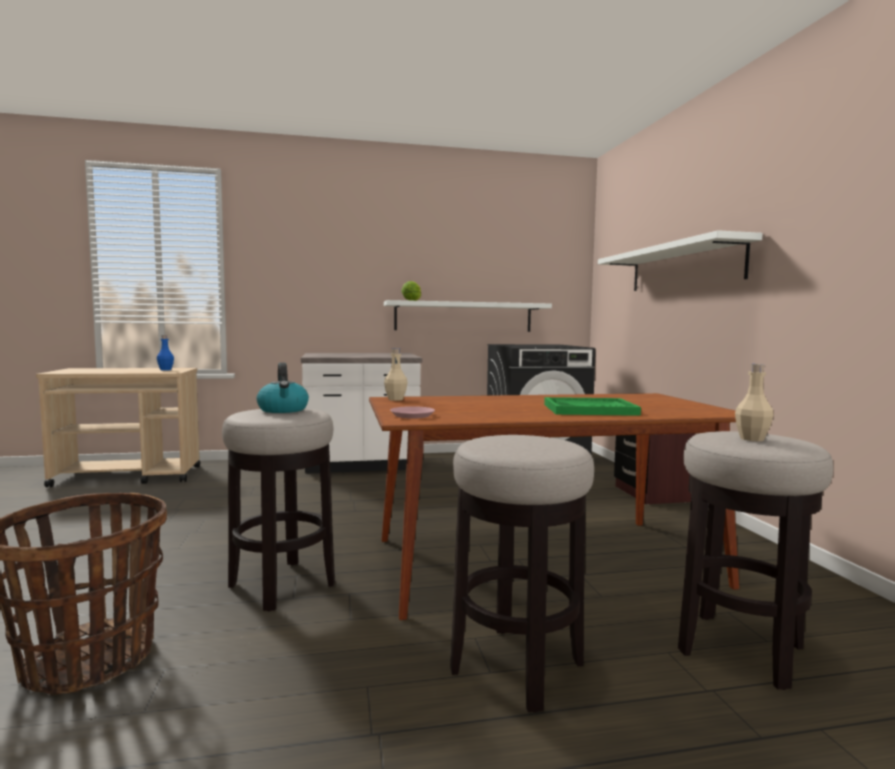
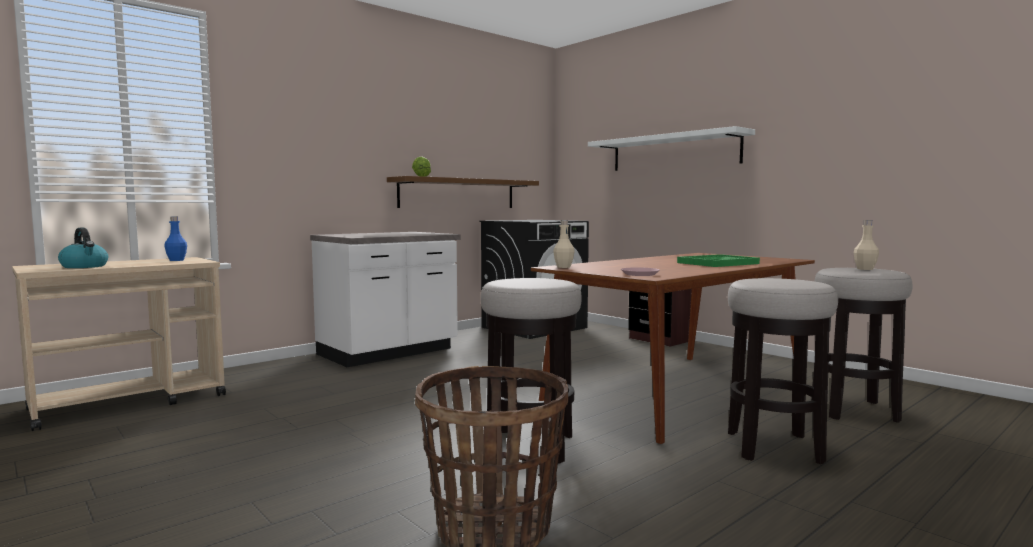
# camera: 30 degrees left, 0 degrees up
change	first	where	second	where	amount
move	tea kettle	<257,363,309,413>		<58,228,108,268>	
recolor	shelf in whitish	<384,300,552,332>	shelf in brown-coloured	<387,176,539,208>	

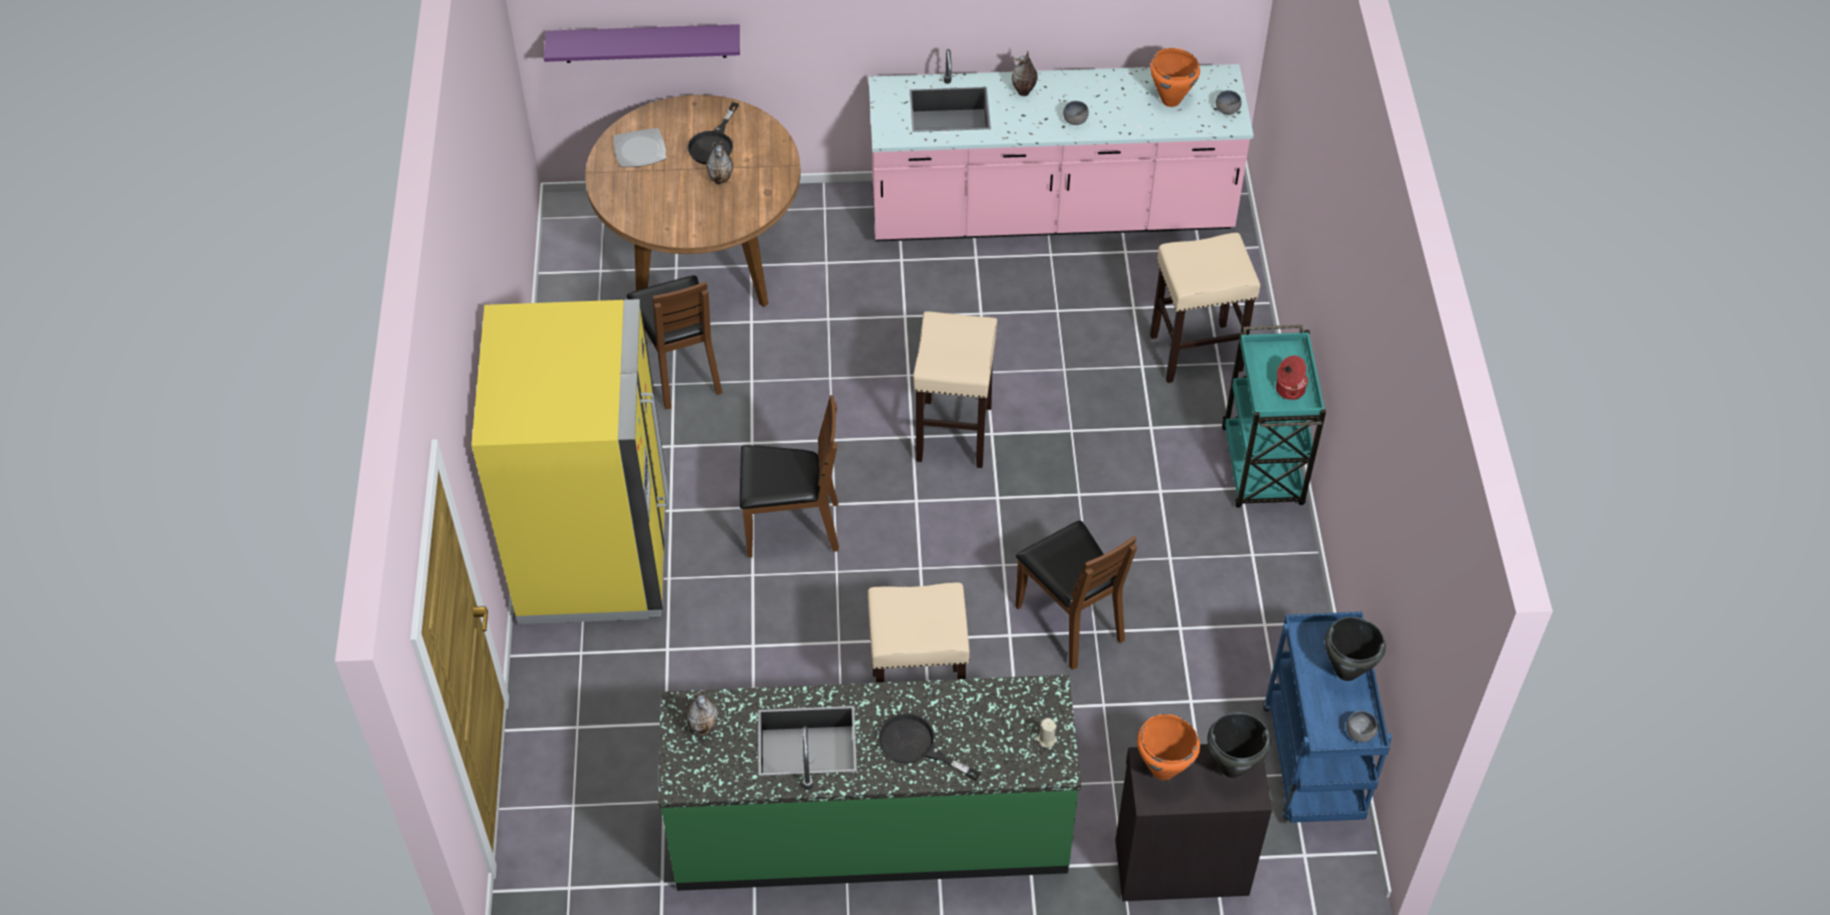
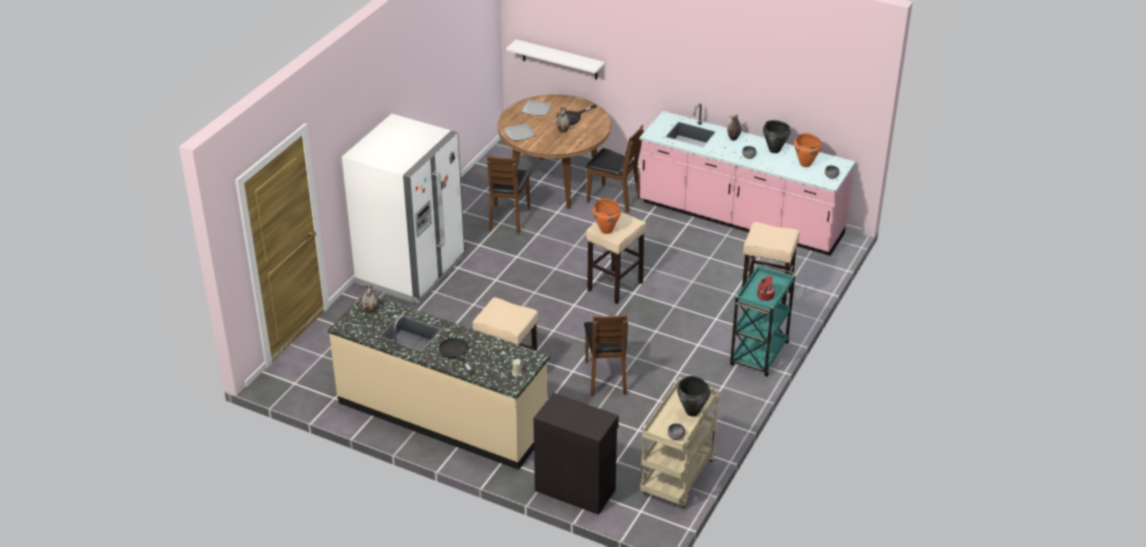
# camera: 30 degrees right, 15 degrees down
change	first	where	second	where	amount
recolor	kitchen counter in green-coloured	<658,675,1081,891>	kitchen counter in sand-coloured	<328,294,550,470>	
recolor	kitchen fridge in yellow	<471,299,669,624>	kitchen fridge in whitish	<342,114,465,303>	
insert			plate	<504,124,535,141>	
recolor	shelf in purple-coloured	<544,24,740,63>	shelf in whitish	<506,39,605,80>	
move	upright chair in brown-coloured	<740,395,839,558>		<586,125,644,213>	
move	saucepot in orange	<1137,714,1200,780>		<593,198,621,234>	
recolor	cart in bluish	<1263,612,1392,823>	cart in sand-coloured	<640,377,719,508>	
move	saucepot in blackish	<1207,712,1271,778>		<763,120,791,153>	

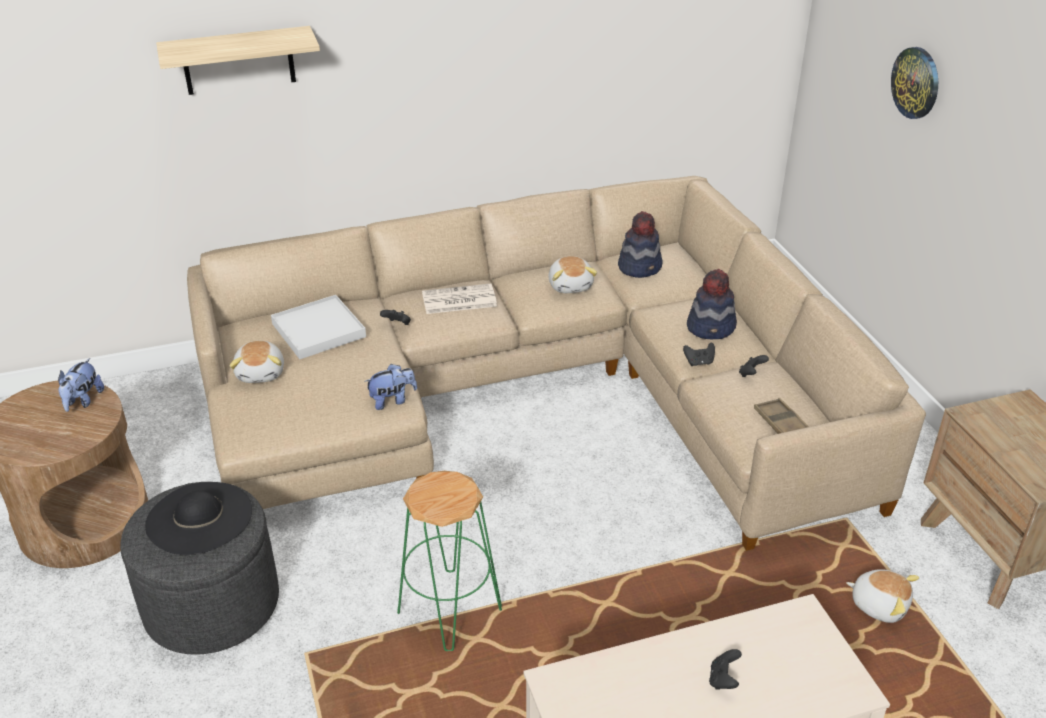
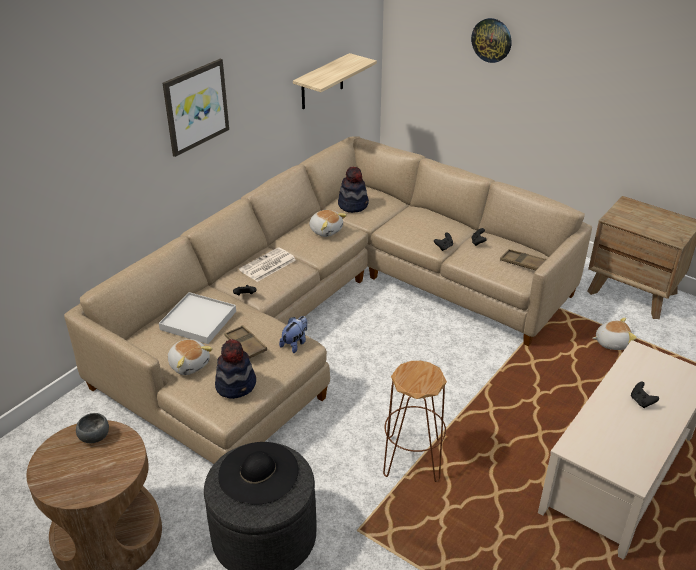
# camera: 35 degrees left, 0 degrees up
change	first	where	second	where	amount
replace	soft toy	<58,358,104,412>	deep dish in grey	<76,413,109,443>	
insert			picture	<162,59,229,157>	
move	wearable hat	<687,269,737,340>		<215,339,256,399>	
insert			tray in brown-coloured	<224,325,267,358>	
move	shelf	<156,26,320,95>		<293,53,377,109>	
recolor	stool in green-coloured	<397,471,502,651>	stool in brown-coloured	<383,361,447,482>	

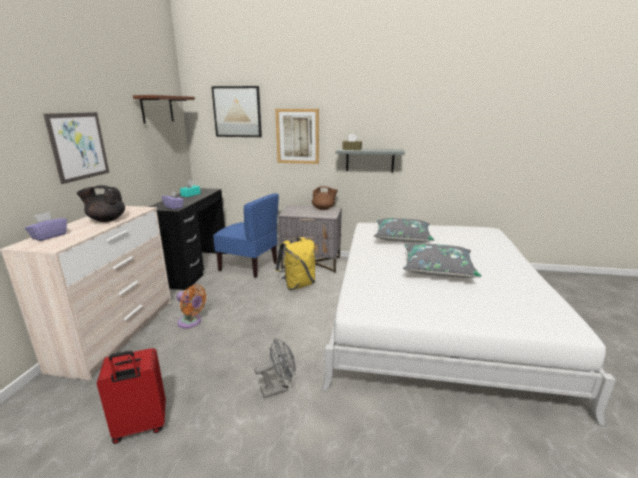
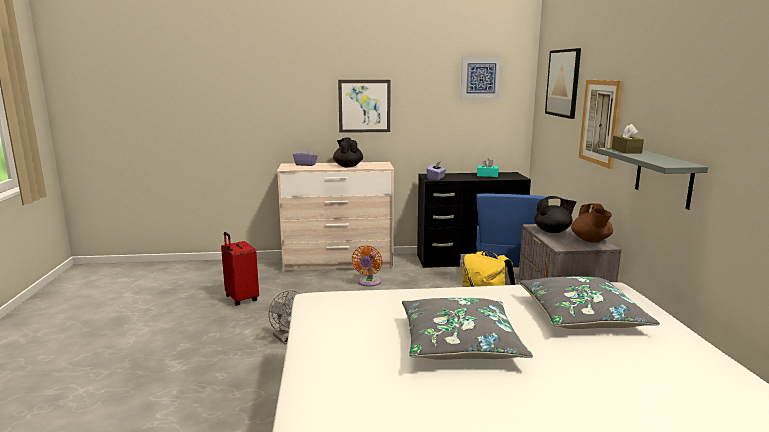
# camera: 75 degrees right, 5 degrees down
change	first	where	second	where	amount
replace	shelf in brown-coloured	<133,95,195,124>	picture	<460,57,502,99>	
insert			tea pot in blackish	<534,196,576,233>	

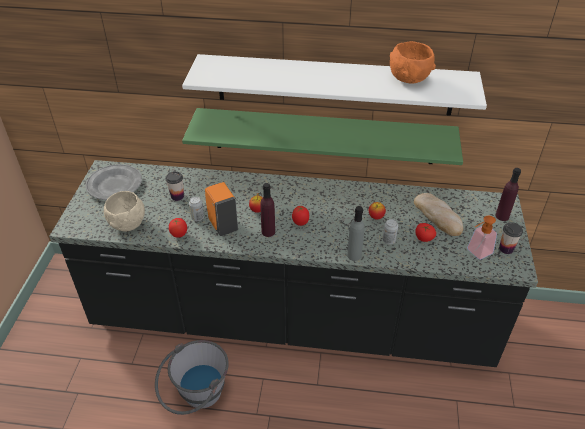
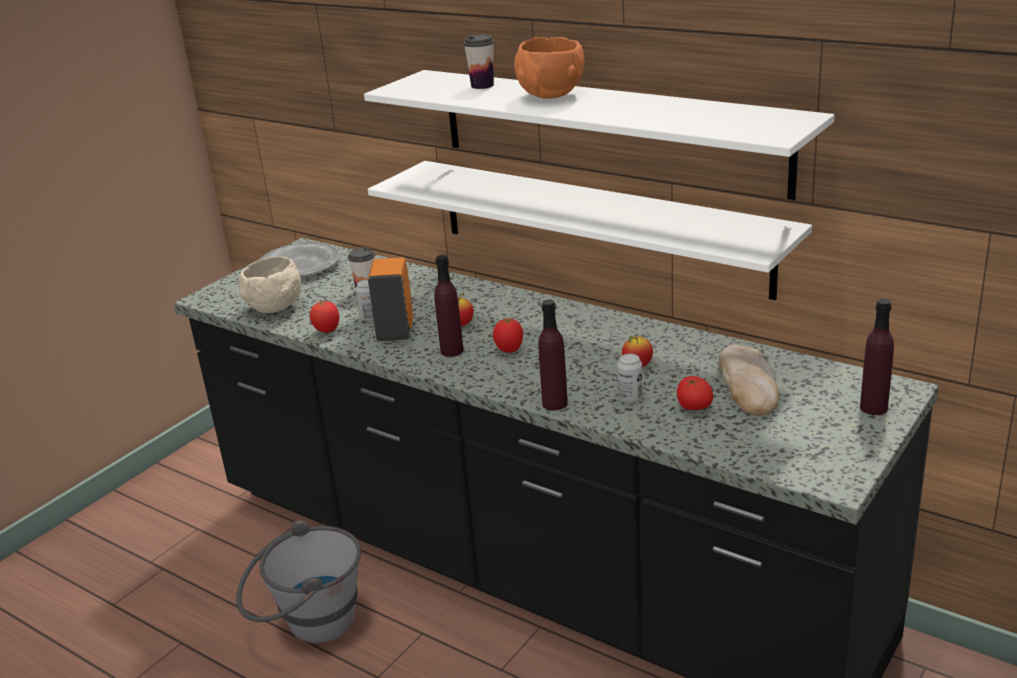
# camera: 30 degrees right, 15 degrees down
change	first	where	second	where	amount
recolor	shelf in green-coloured	<182,108,463,165>	shelf in whitish	<368,161,812,300>	
move	small cup	<499,222,523,254>		<463,34,494,89>	
move	deep dish in orange	<390,41,436,84>		<514,37,585,99>	
recolor	bottle in grey	<347,206,365,261>	bottle in purple-coloured	<538,299,568,411>	
delete	soap dispenser	<467,216,497,260>			

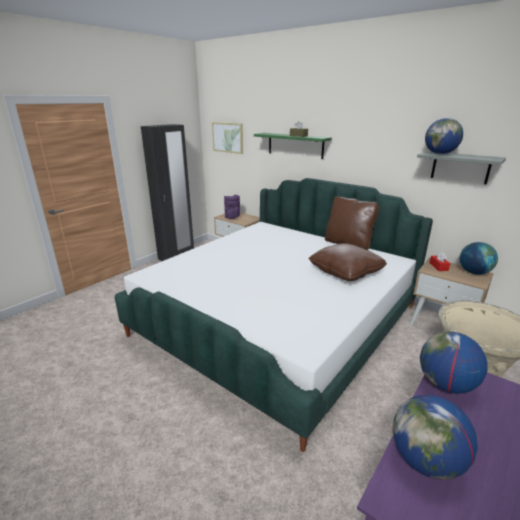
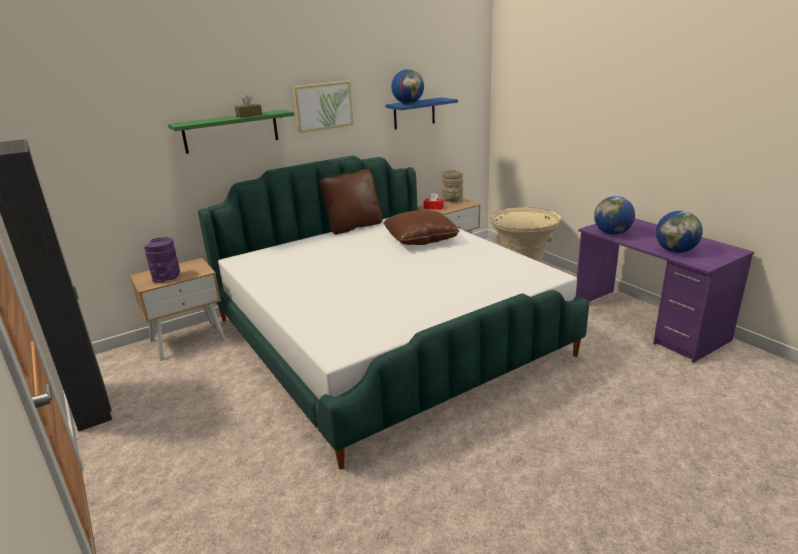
# camera: 70 degrees left, 0 degrees up
change	first	where	second	where	amount
move	picture	<212,122,243,154>		<293,81,354,133>	
recolor	shelf in grey	<417,151,506,184>	shelf in bluish	<386,97,458,129>	
replace	desk globe	<460,242,498,275>	vase in sand-coloured	<442,170,463,202>	

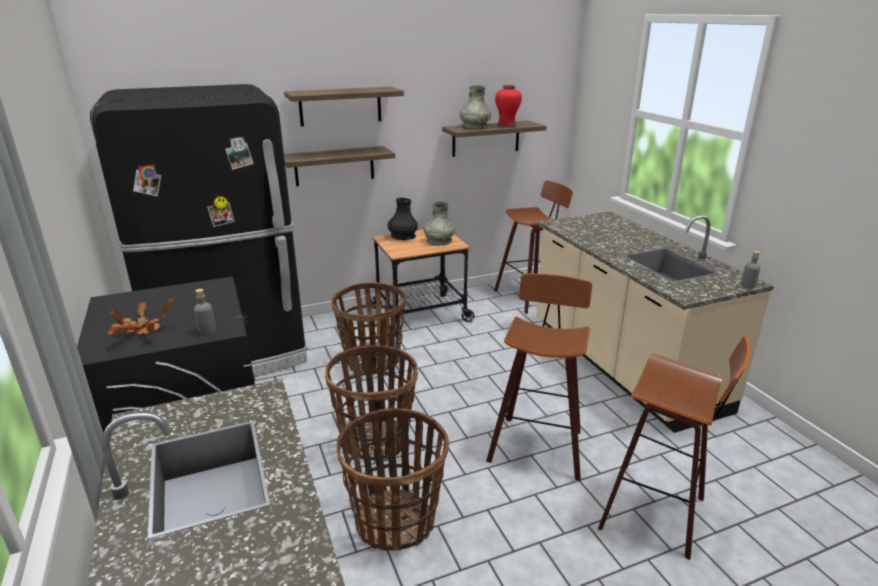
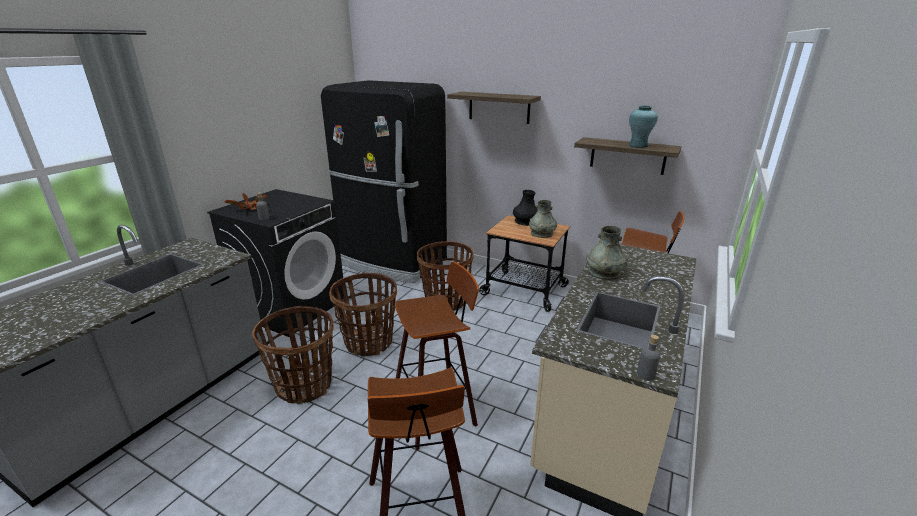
# camera: 50 degrees right, 0 degrees up
change	first	where	second	where	amount
move	vase in grey	<460,85,491,129>		<586,226,628,280>	
recolor	vase in red-coloured	<495,85,522,128>	vase in turquoise	<629,105,658,148>	
delete	shelf	<284,146,395,186>			

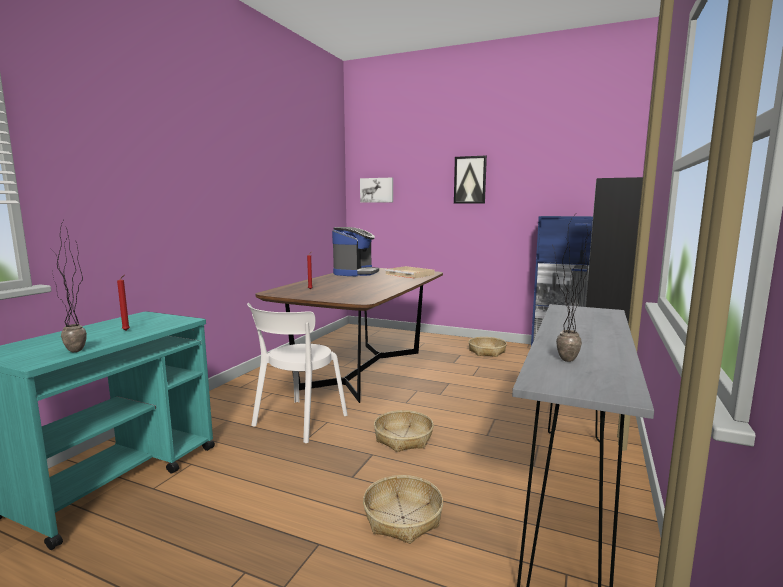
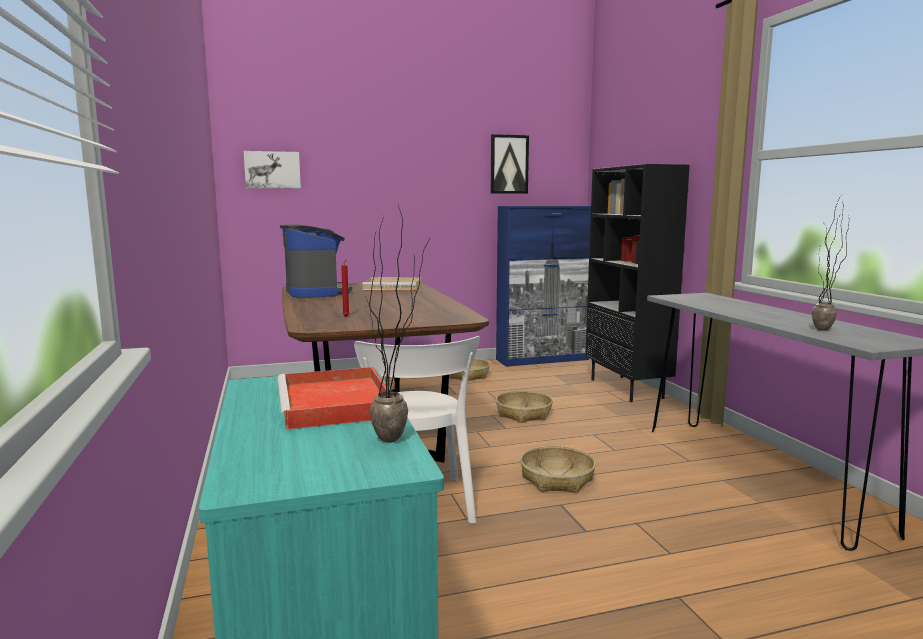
# camera: 40 degrees left, 0 degrees up
change	first	where	second	where	amount
replace	wax light in red-coloured	<117,275,130,331>	tray in red-coloured	<278,367,388,430>	
move	picture	<454,156,487,204>		<491,134,529,194>	
move	storage basket	<363,475,443,544>		<496,391,553,423>	

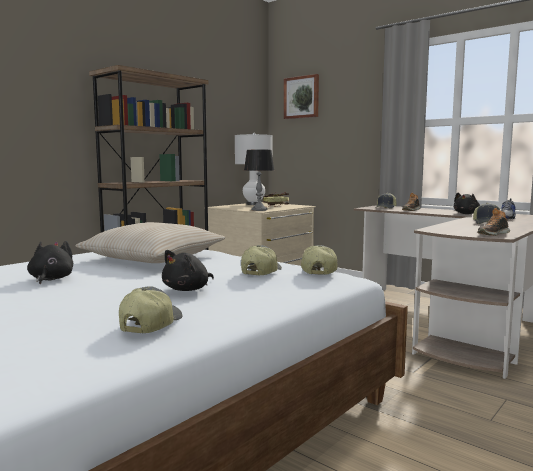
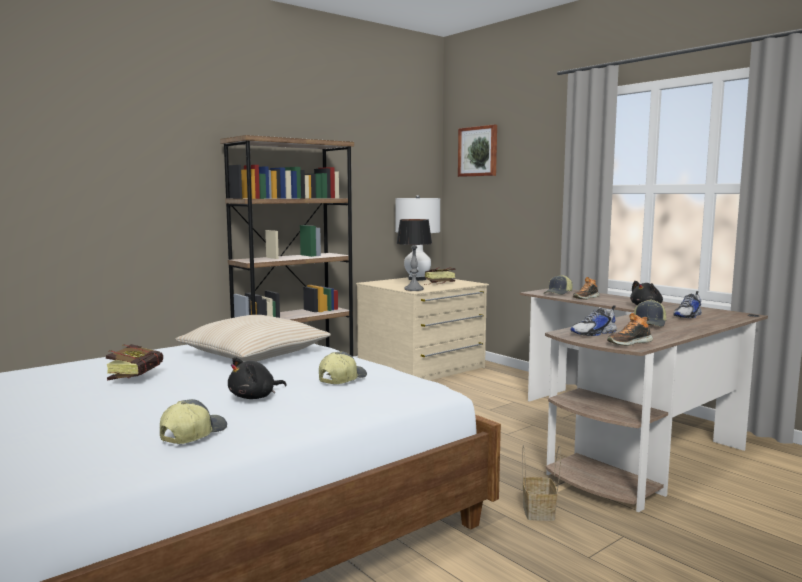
# camera: 10 degrees right, 0 degrees up
change	first	where	second	where	amount
replace	soft toy in blackish	<27,241,73,284>	book	<106,344,163,381>	
insert			storage basket	<522,445,561,521>	
insert			item of footwear	<570,305,617,336>	
delete	cap	<301,245,337,275>			

